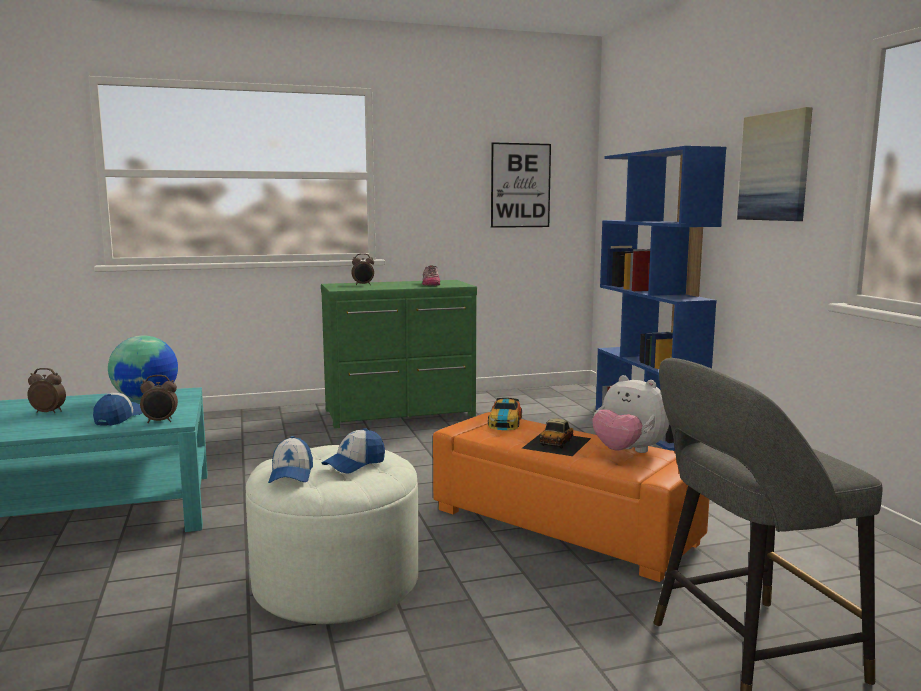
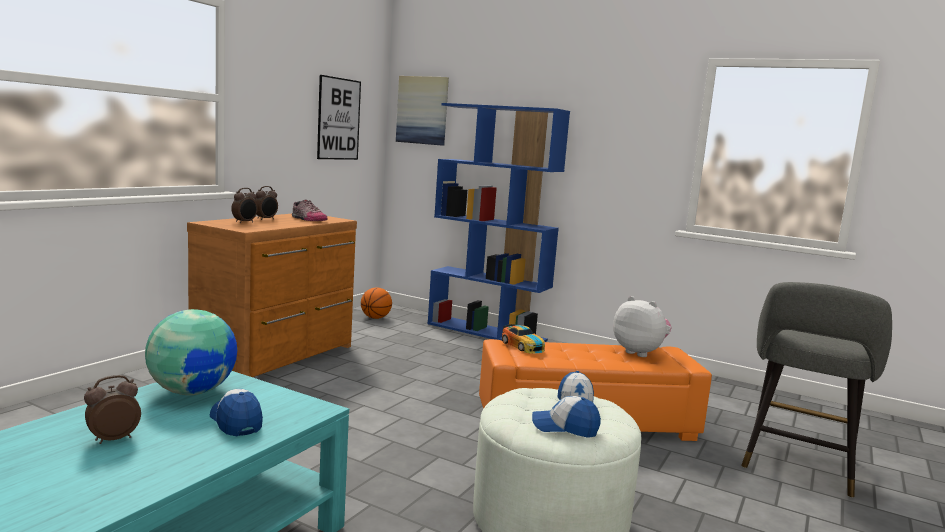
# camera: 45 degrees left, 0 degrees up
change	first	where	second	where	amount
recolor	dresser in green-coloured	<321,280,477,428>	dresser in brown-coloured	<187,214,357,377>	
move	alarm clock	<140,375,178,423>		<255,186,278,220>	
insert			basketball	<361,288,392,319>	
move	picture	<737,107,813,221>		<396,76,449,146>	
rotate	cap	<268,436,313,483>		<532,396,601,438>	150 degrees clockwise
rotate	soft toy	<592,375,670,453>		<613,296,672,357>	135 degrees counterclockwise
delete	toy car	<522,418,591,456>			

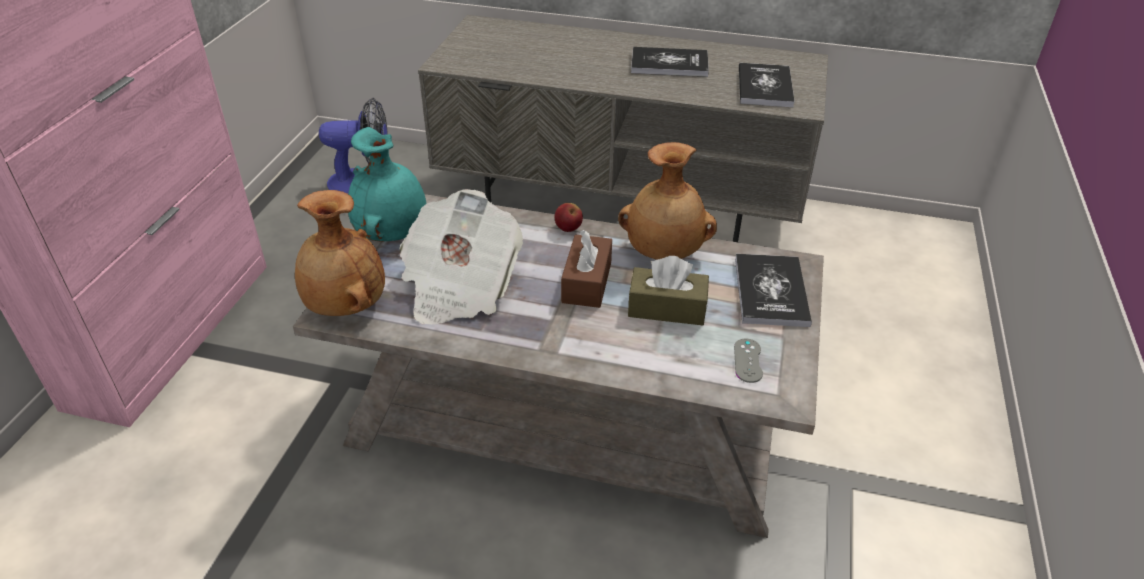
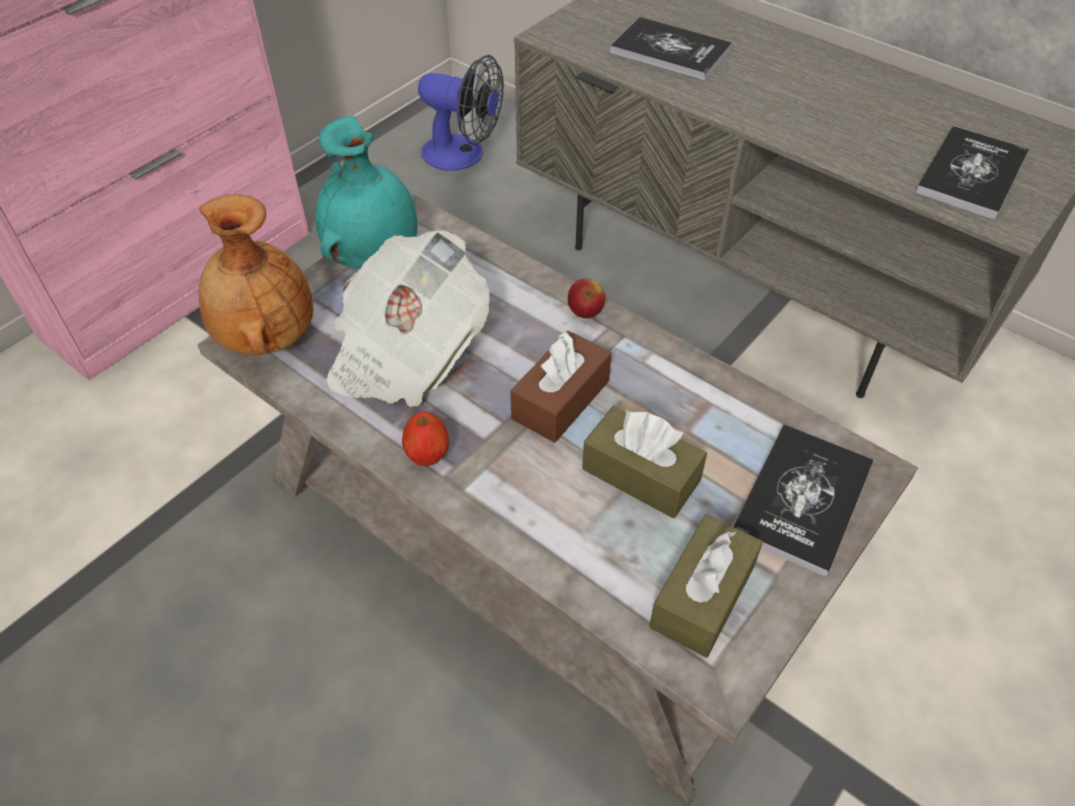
# camera: 25 degrees right, 10 degrees up
change	first	where	second	where	amount
insert			apple fruit	<402,411,449,466>	
move	book	<631,47,709,77>		<610,17,732,81>	
replace	gamepad in grey	<734,338,763,383>	tissue holder in brown-coloured	<649,514,763,658>	
delete	vase in brown-coloured	<618,142,717,260>			

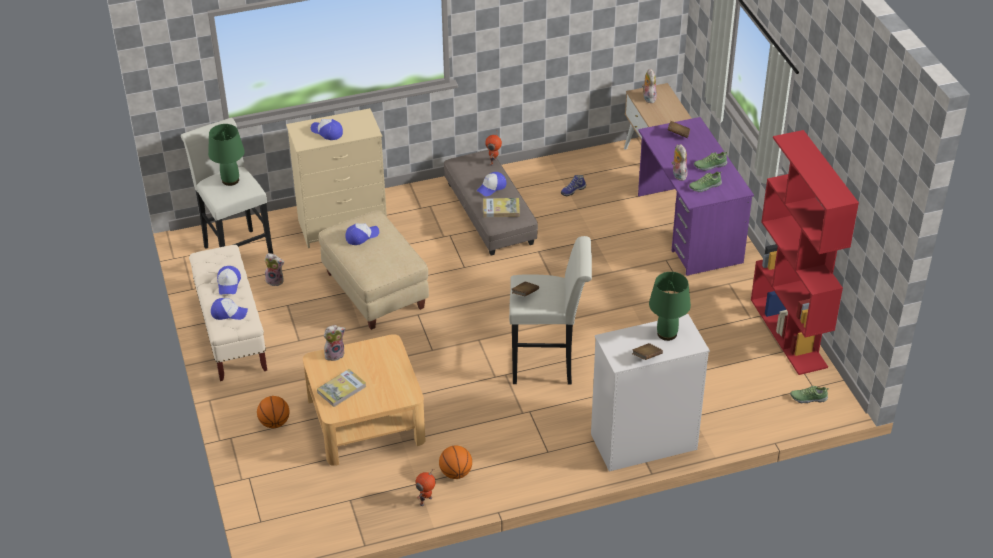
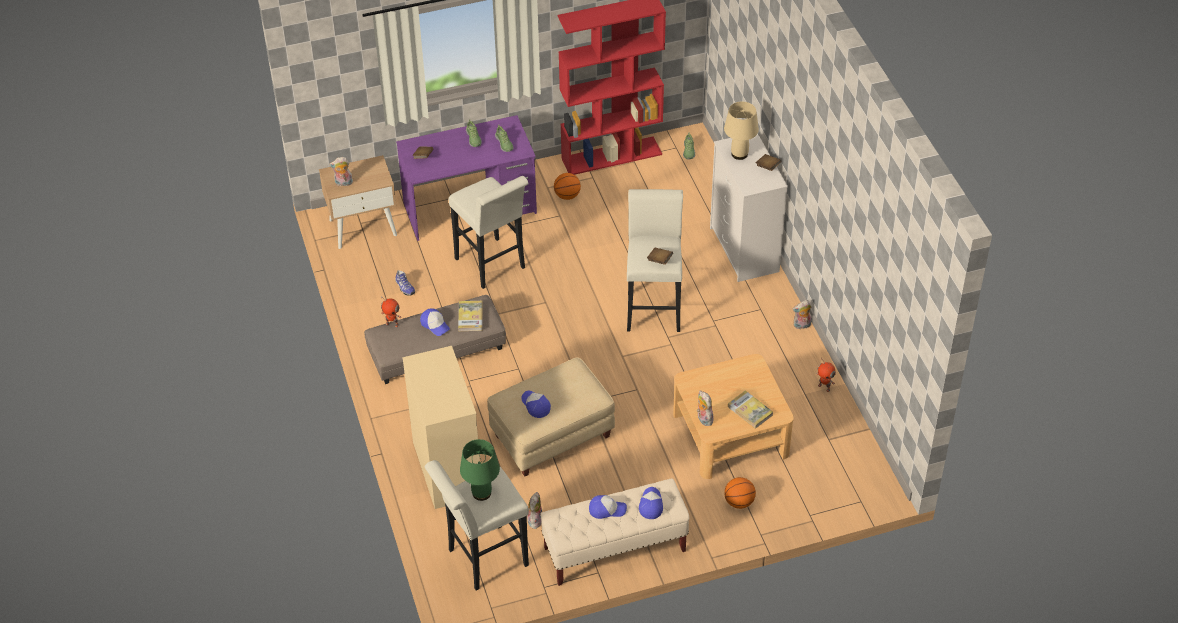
# camera: 90 degrees left, 5 degrees up
change	first	where	second	where	amount
insert			stool in whitish	<449,176,529,289>	
move	basketball	<439,445,472,479>		<554,173,581,200>	
recolor	lamp for a table in green-coloured	<649,272,691,341>	lamp for a table in sand-coloured	<724,102,759,160>	
move	soft toy	<672,144,688,181>		<793,300,812,329>	
delete	cap	<311,119,343,140>			

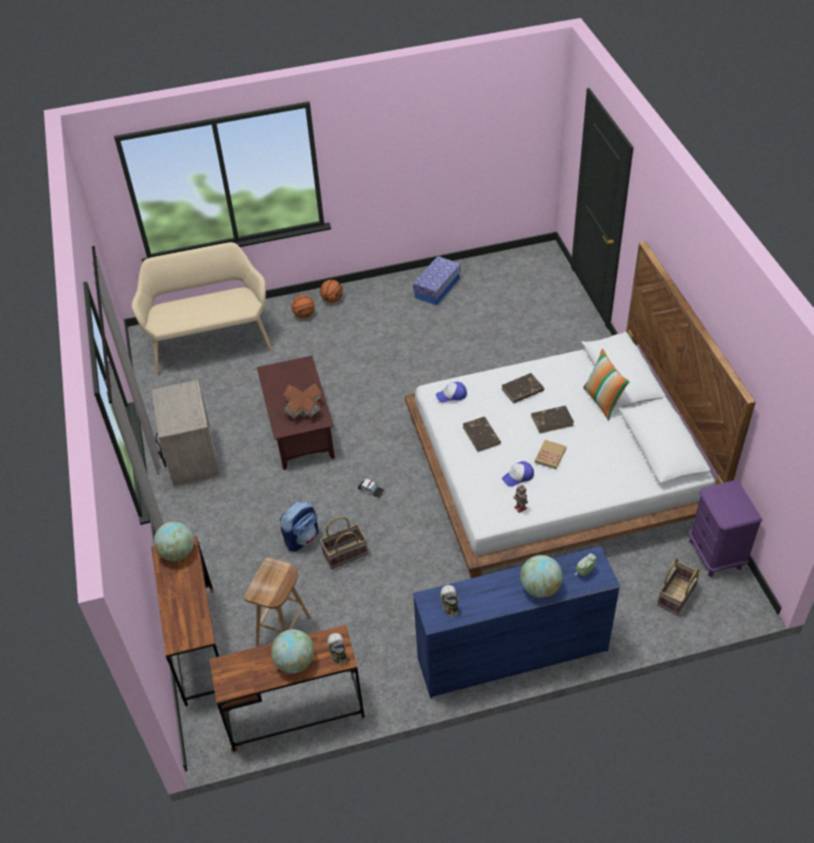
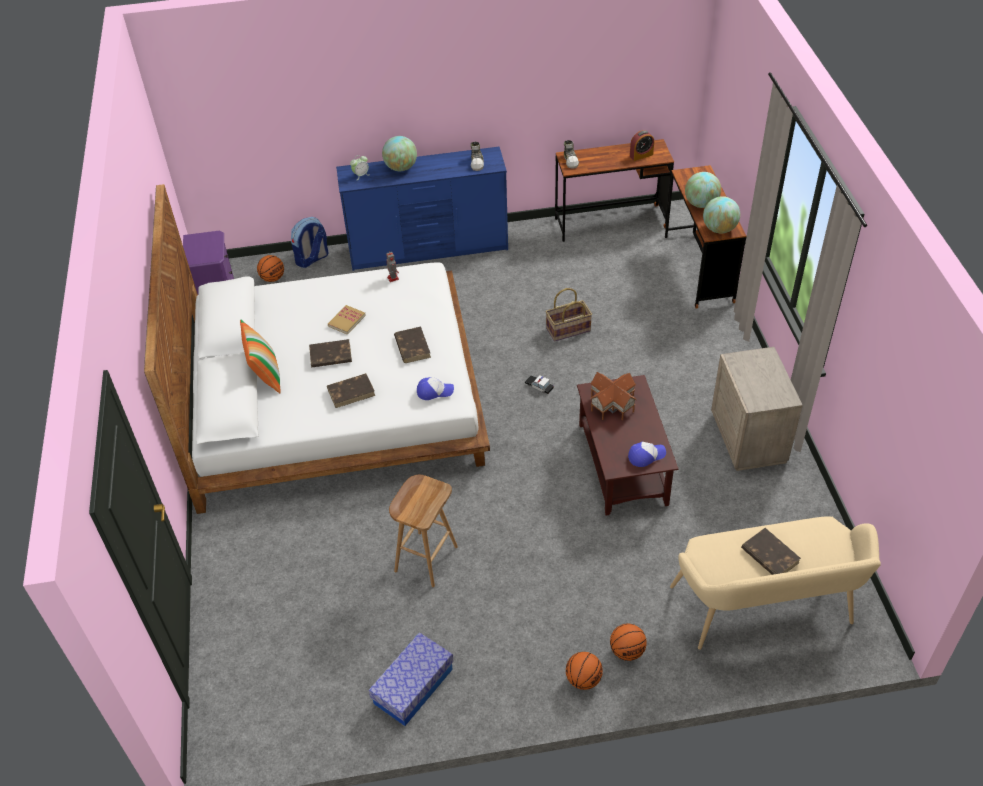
# camera: 175 degrees left, 0 degrees up
change	first	where	second	where	amount
replace	storage basket	<657,558,701,616>	basketball	<257,255,284,282>	
move	knapsack	<280,501,319,552>		<291,217,329,268>	
move	stool in brown-coloured	<243,557,311,646>		<389,475,458,587>	
move	cap	<502,461,534,487>		<628,442,666,467>	
insert			alarm clock	<630,130,654,161>	
move	desk globe	<271,629,314,673>		<685,172,721,208>	
insert			book in brown-coloured	<741,528,801,575>	

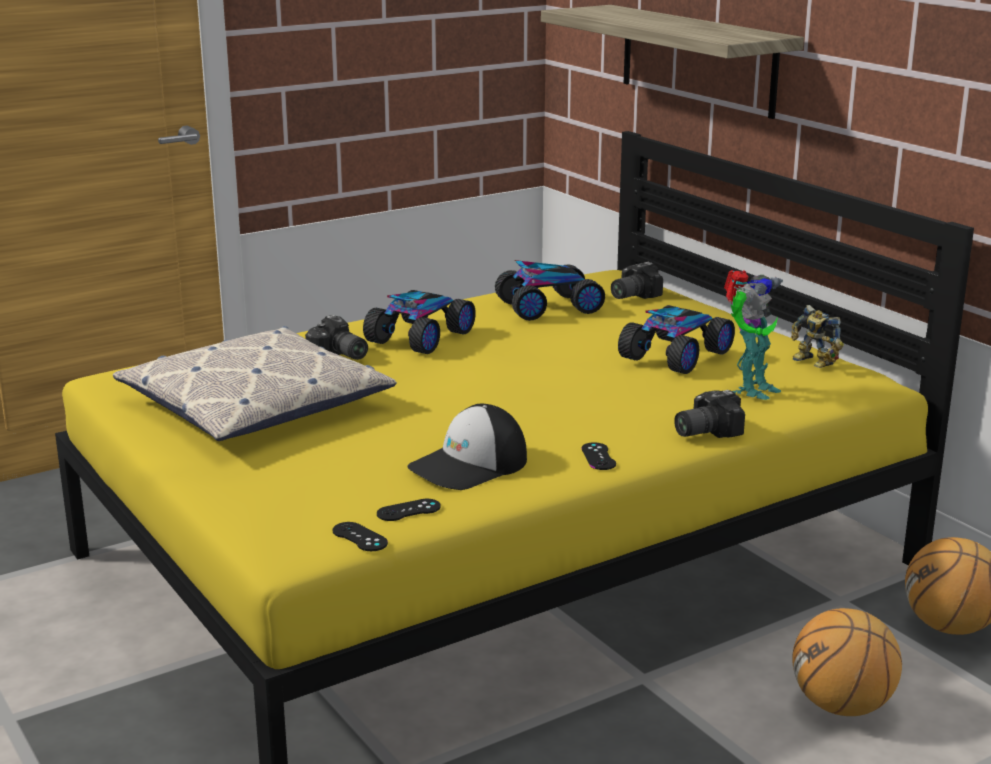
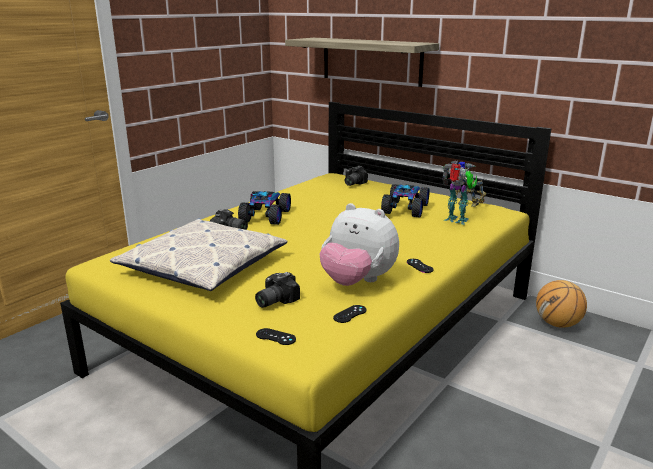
# camera: 20 degrees left, 0 degrees up
change	first	where	second	where	amount
move	photo camera	<674,390,745,438>		<255,272,300,308>	
move	gamepad in blackish	<333,522,388,551>		<256,328,296,345>	
replace	cap	<407,404,527,490>	soft toy	<319,203,399,286>	
rotate	robot figure	<724,270,783,400>		<442,160,477,225>	75 degrees counterclockwise
delete	toy car	<495,260,605,321>			
delete	basketball	<792,608,902,716>			

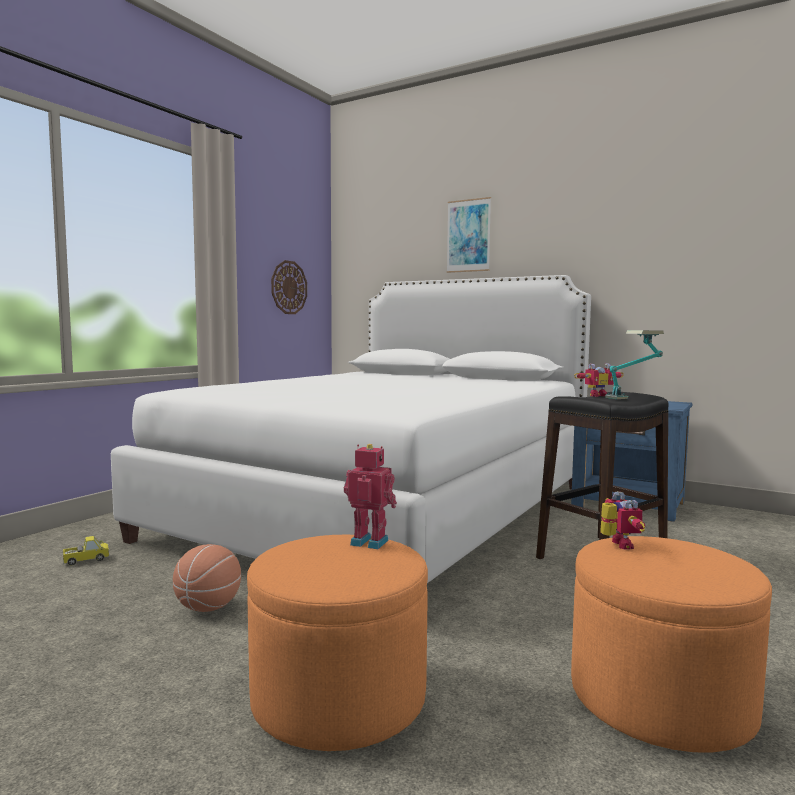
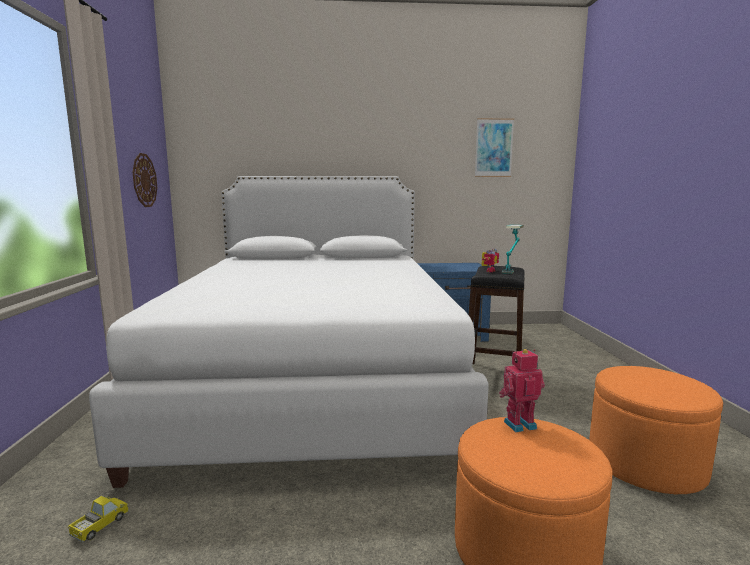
# camera: 35 degrees left, 5 degrees up
change	first	where	second	where	amount
move	picture	<447,197,491,273>		<475,118,514,177>	
delete	basketball	<173,544,241,612>			
delete	robot figure	<600,491,645,550>			

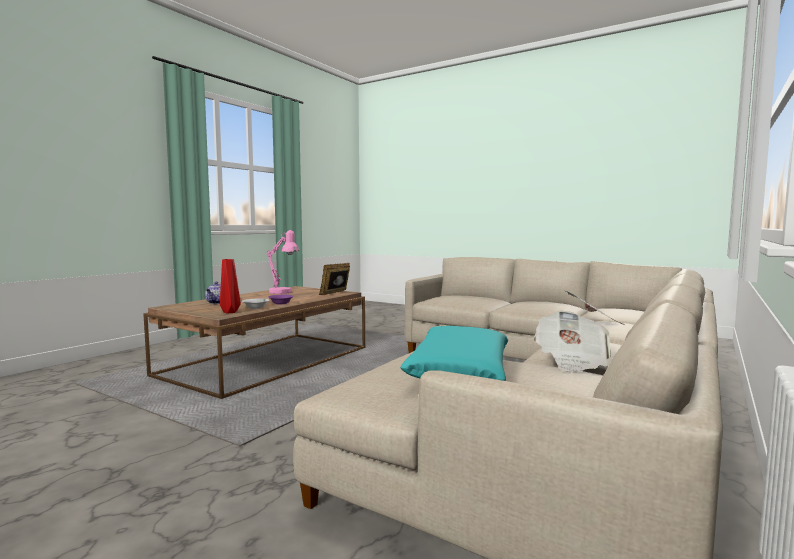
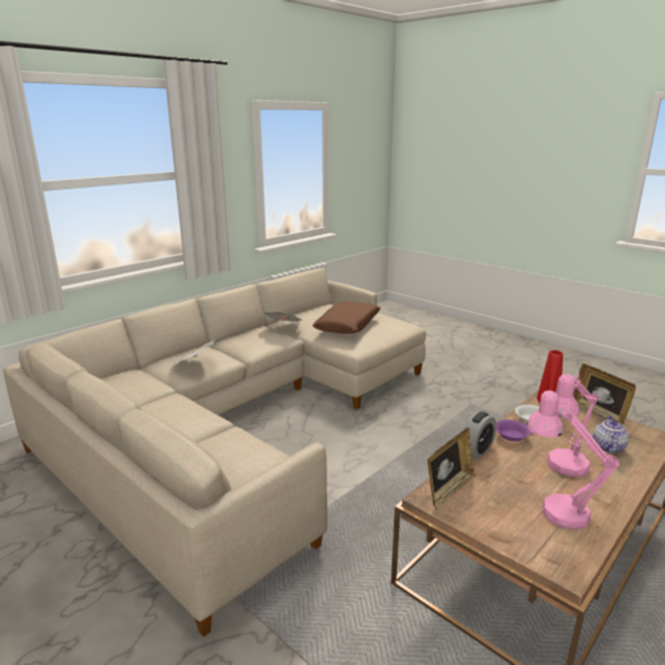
# camera: 170 degrees left, 15 degrees up
change	first	where	second	where	amount
recolor	throw pillow in turquoise	<400,326,508,381>	throw pillow in brown-coloured	<312,301,381,334>	
insert			alarm clock	<463,412,497,459>	
insert			lamp for a table in pinkish	<547,374,599,477>	
insert			picture frame	<573,364,636,426>	

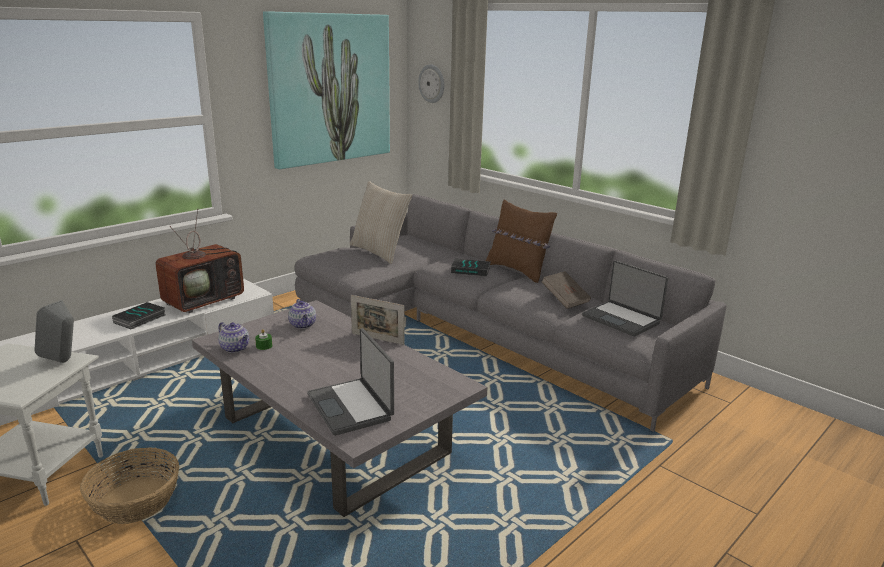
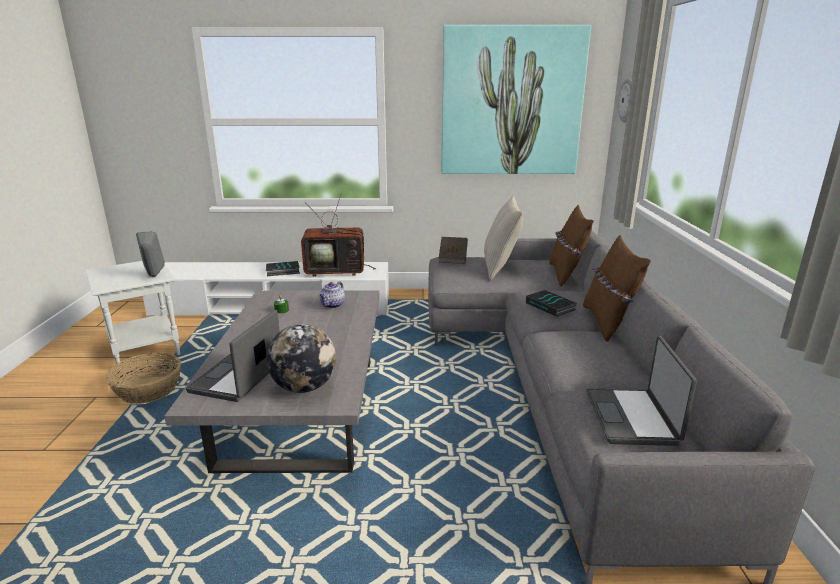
# camera: 45 degrees right, 0 degrees up
change	first	where	second	where	amount
insert			desk globe	<266,324,336,393>	
move	book in brown-coloured	<541,271,591,309>		<438,237,468,264>	
insert			throw pillow in brown-coloured	<549,204,594,287>	
delete	tea pot	<218,322,249,353>			
delete	picture frame	<351,295,405,345>			

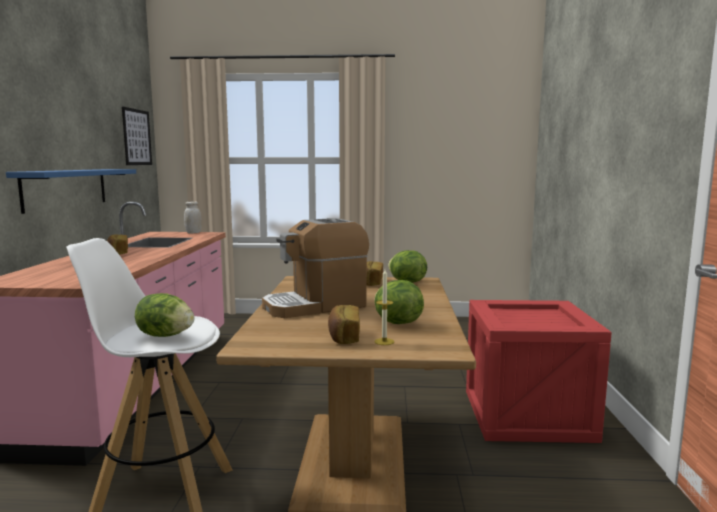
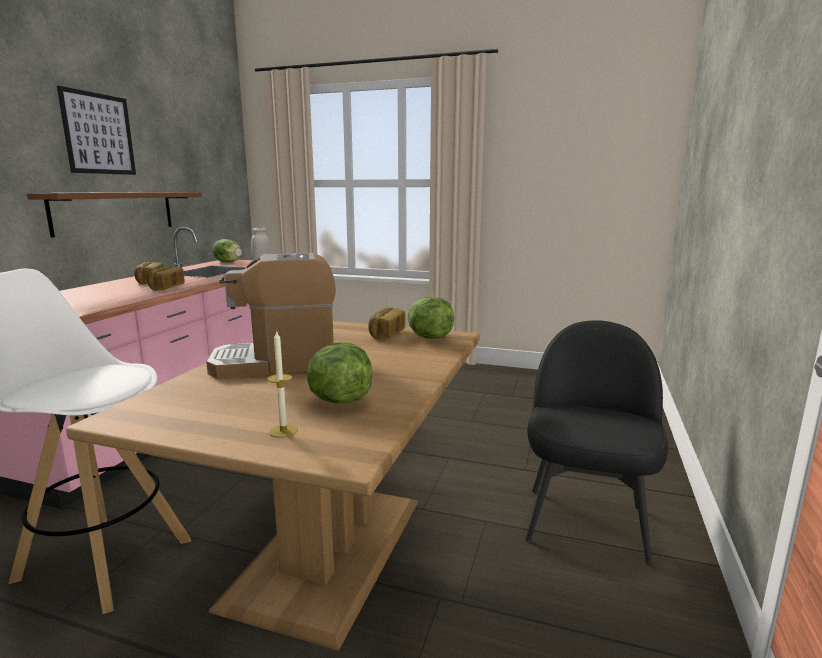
# camera: 15 degrees right, 5 degrees up
change	first	where	second	where	amount
recolor	shelf in bluish	<6,169,136,214>	shelf in brown-coloured	<27,192,201,238>	
move	picture	<122,107,152,165>		<57,86,136,175>	
move	bread	<328,305,360,344>		<147,266,185,290>	
move	lettuce	<135,293,195,337>		<213,239,242,263>	
replace	packing crate	<466,300,612,443>	upright chair in blackish	<525,320,668,565>	

